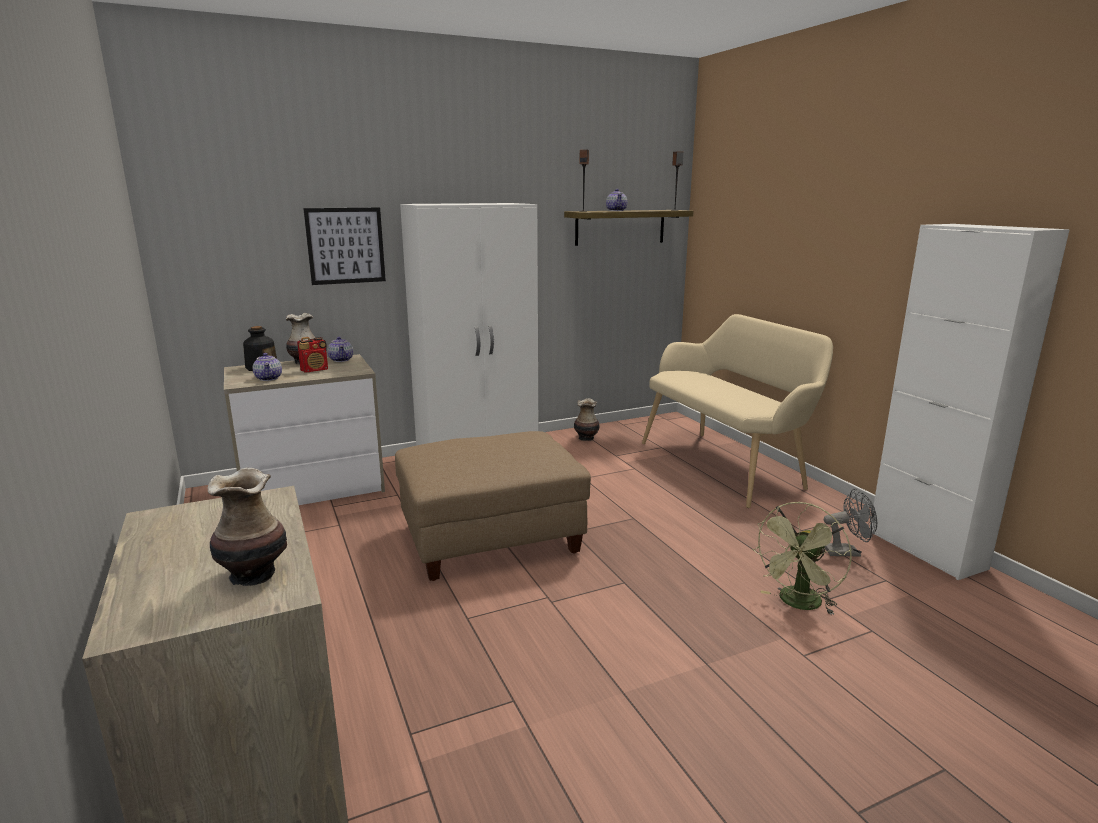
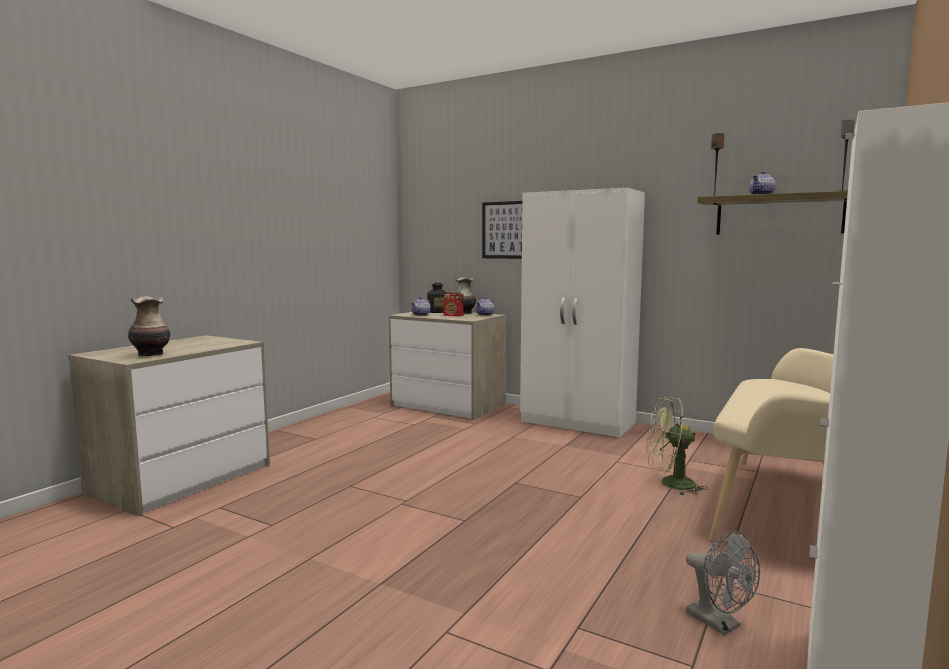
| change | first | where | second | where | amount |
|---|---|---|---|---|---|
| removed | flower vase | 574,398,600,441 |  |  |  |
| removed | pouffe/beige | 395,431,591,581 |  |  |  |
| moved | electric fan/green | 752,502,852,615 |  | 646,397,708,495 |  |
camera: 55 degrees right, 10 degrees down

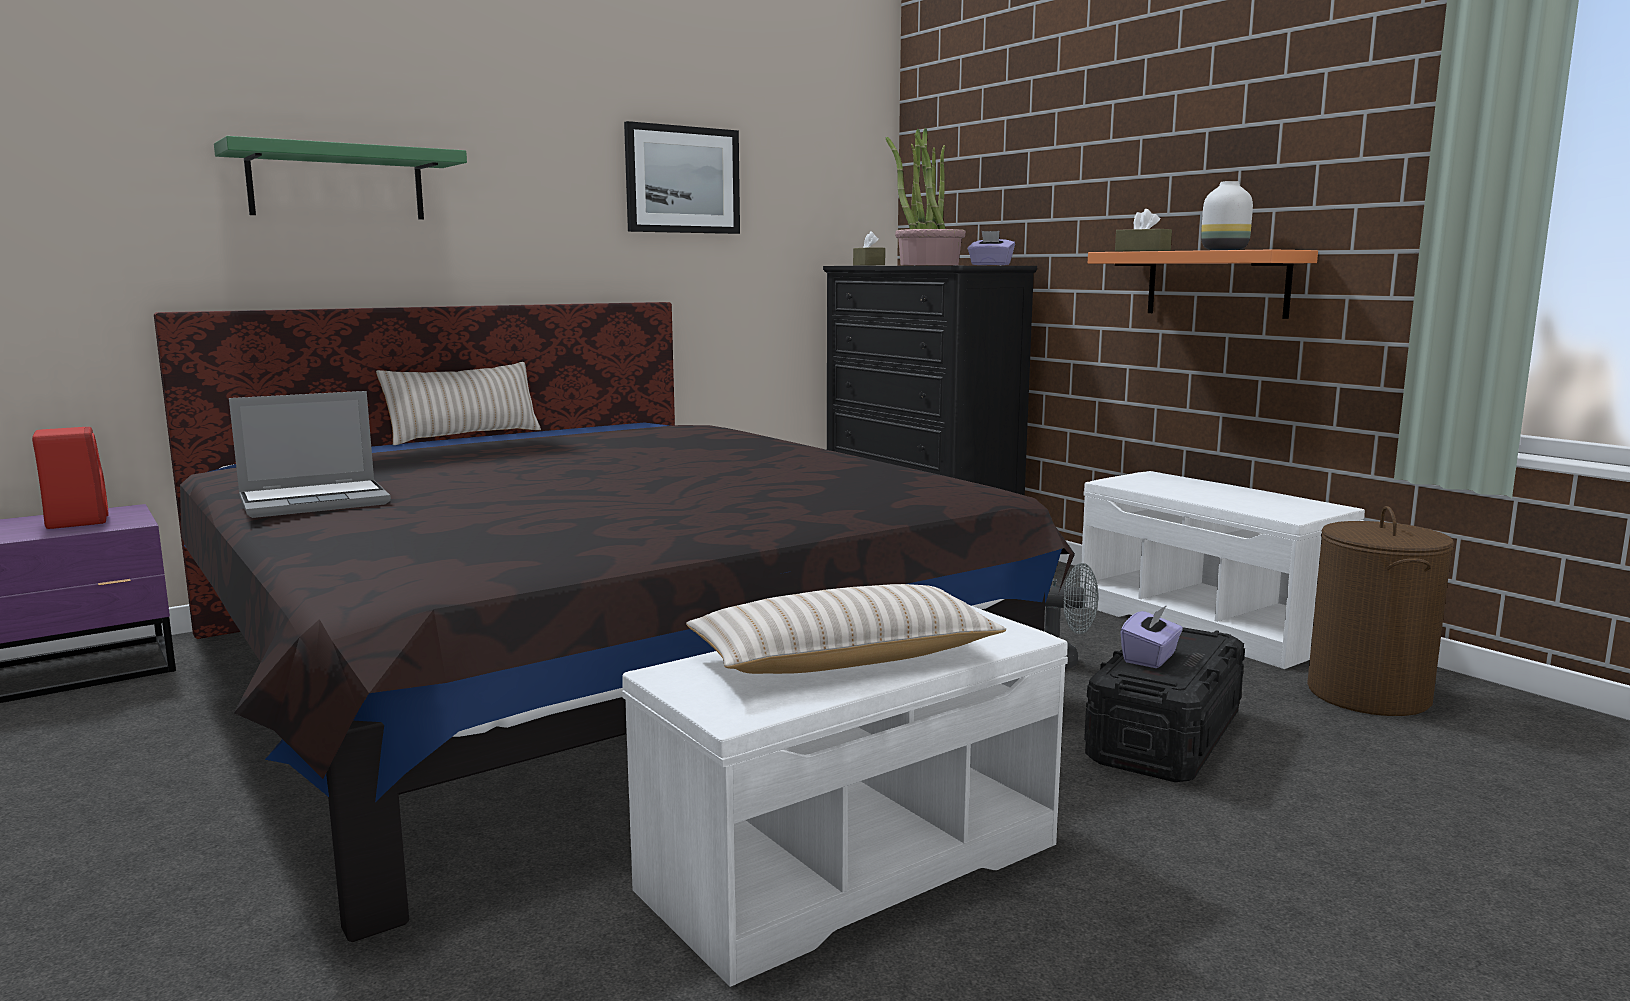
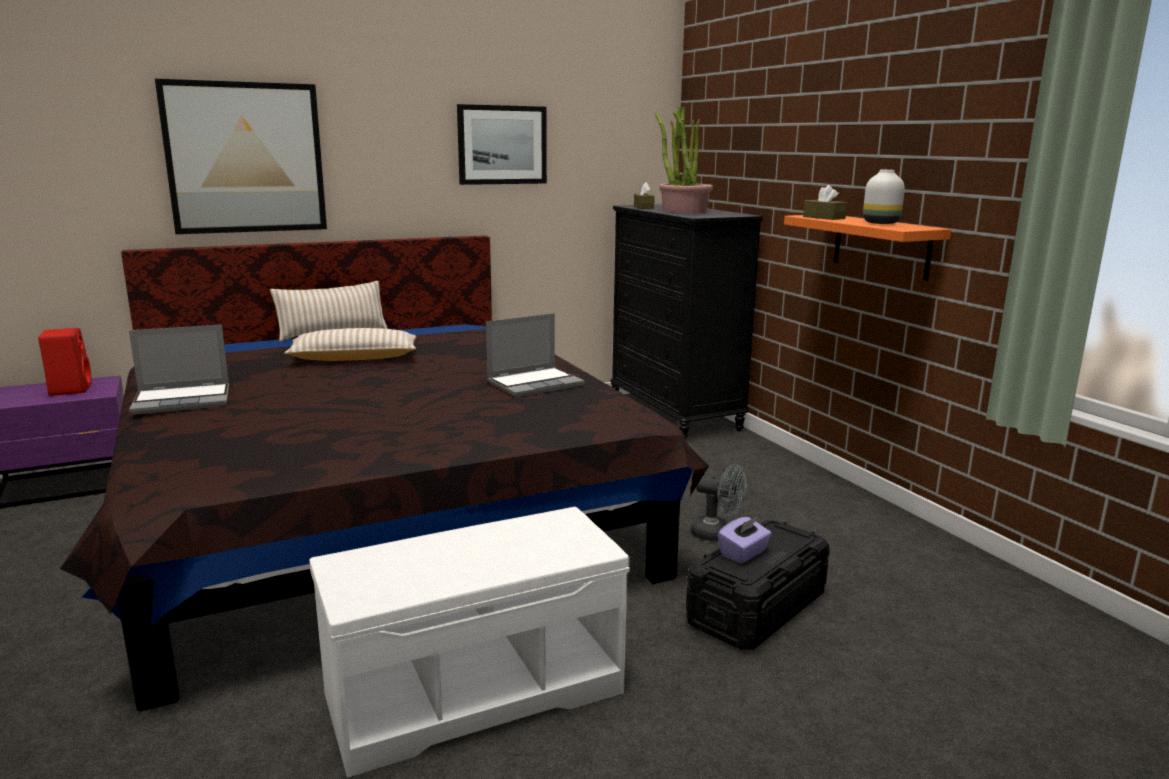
| change | first | where | second | where | amount |
|---|---|---|---|---|---|
| replaced | bracket shelf/green | 214,136,467,219 | wall art | 155,79,327,234 |  |
| removed | box of tissues/purplish | 968,231,1015,265 |  |  |  |
| removed | bench/white-coloured | 1080,471,1365,669 |  |  |  |
| removed | laundry basket/brownish | 1307,506,1454,716 |  |  |  |
| moved | cushion/beige | 686,584,1006,674 |  | 284,328,416,361 |  |
| added |  |  | notebook computer | 486,313,585,397 |  |
camera: 10 degrees right, 5 degrees up

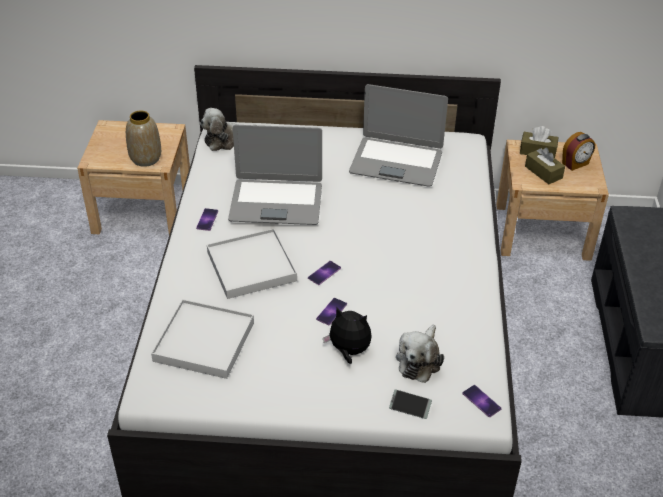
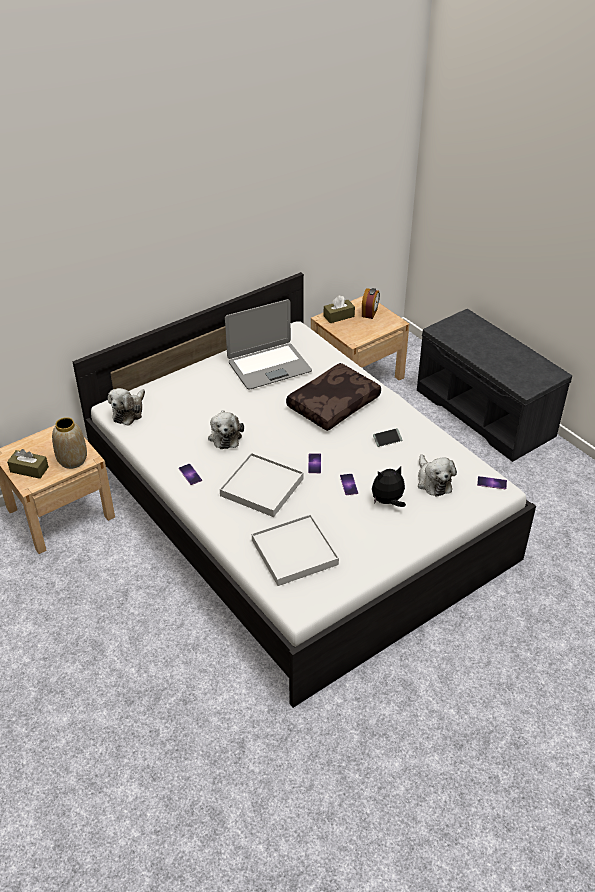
| change | first | where | second | where | amount |
|---|---|---|---|---|---|
| replaced | notebook computer | 228,125,322,225 | plush toy | 208,410,244,449 |  |
| moved | box of tissues/brownish | 525,148,565,184 |  | 7,449,49,479 |  |
| moved | phone | 389,390,432,419 |  | 373,428,402,447 |  |
| added |  |  | cushion/brownish | 286,363,381,431 |  |
camera: 40 degrees left, 0 degrees up

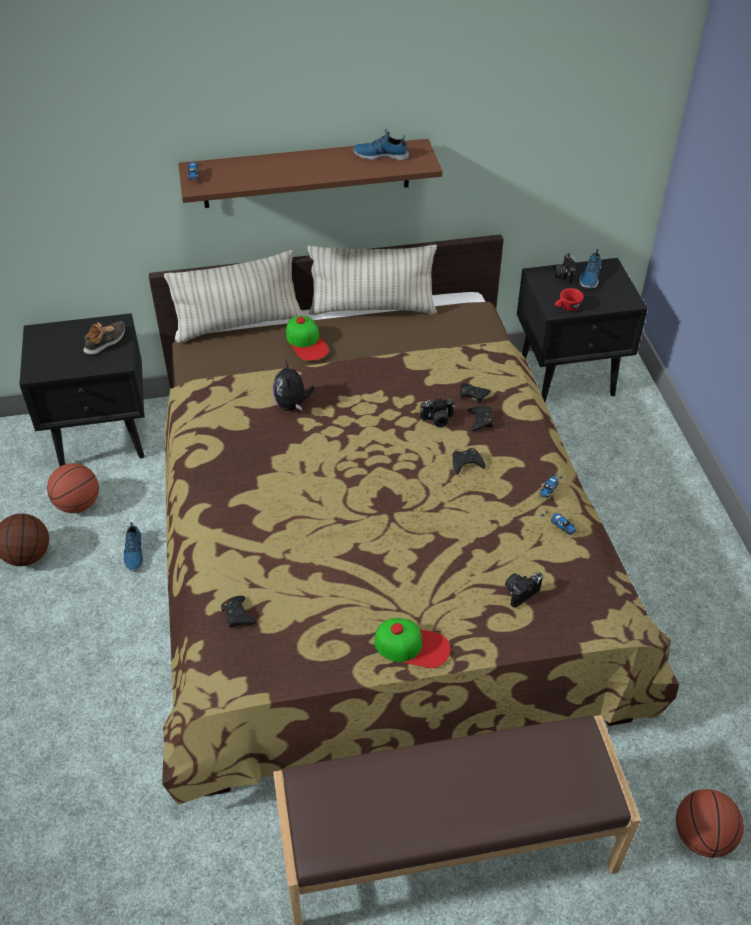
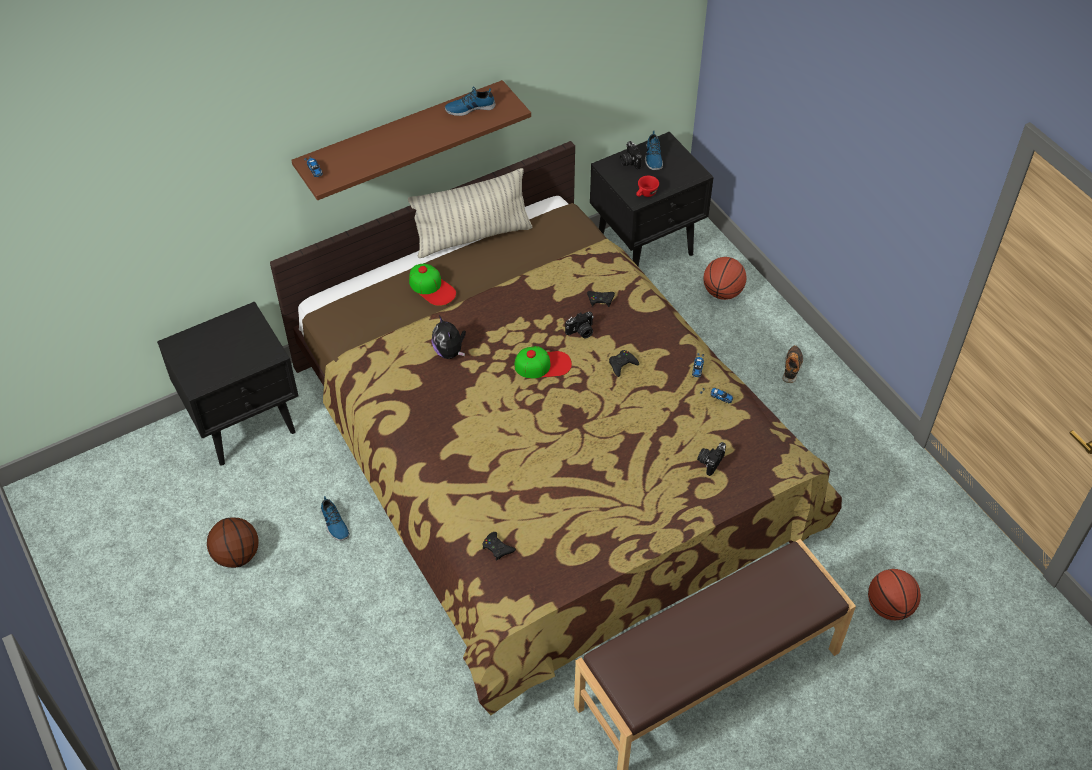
| change | first | where | second | where | amount |
|---|---|---|---|---|---|
| removed | cushion | 164,250,304,343 |  |  |  |
| moved | low shoe | 83,321,125,355 |  | 783,345,803,383 |  |
| removed | gamepad/black | 468,406,494,431 |  |  |  |
| moved | ball for basketball | 47,463,99,513 |  | 704,257,747,300 |  |
| moved | cap | 375,618,450,668 |  | 514,346,572,379 |  |
camera: 20 degrees left, 5 degrees up

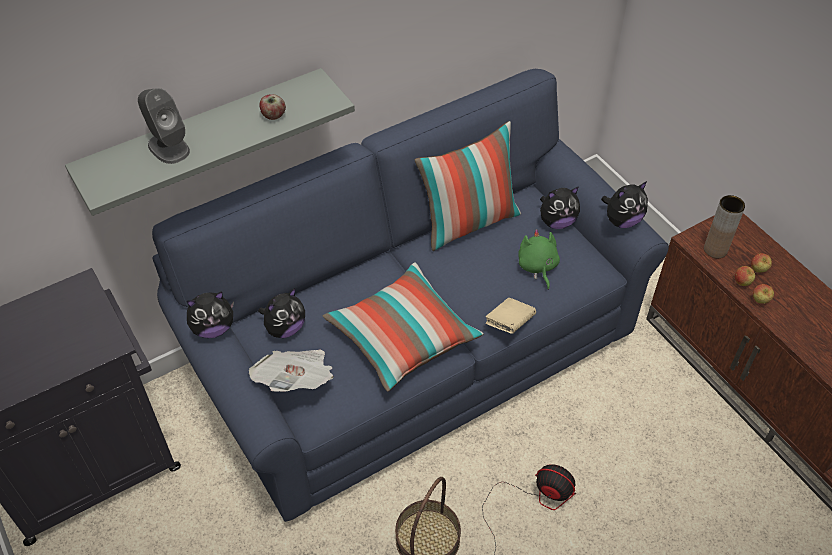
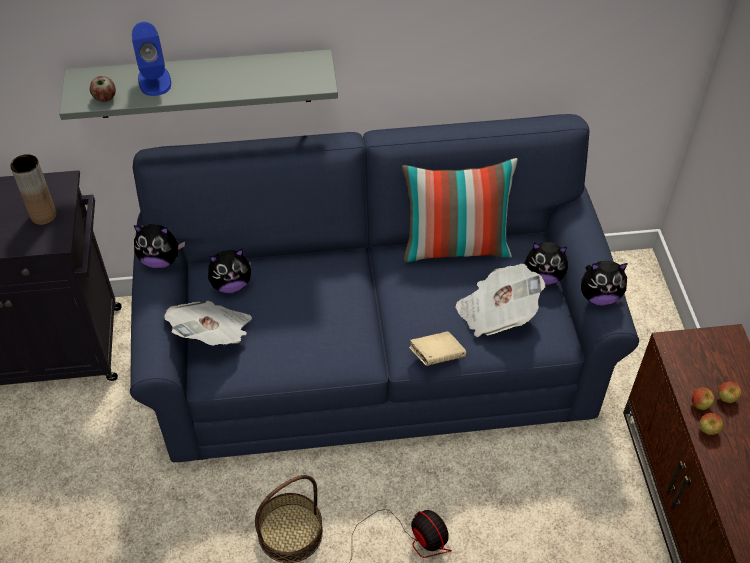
| change | first | where | second | where | amount |
|---|---|---|---|---|---|
| recoloured | audio speaker/grey | 138,88,190,164 | audio speaker/blue | 132,22,171,96 |  |
| moved | whole apple | 259,94,286,120 |  | 90,76,116,102 |  |
| moved | flower vase/brownish | 704,195,745,258 |  | 10,154,57,225 |  |
| replaced | plush toy/green | 518,229,560,290 | newspaper | 455,264,545,337 |  |
| removed | cushion | 323,262,484,392 |  |  |  |
camera: 25 degrees right, 0 degrees up

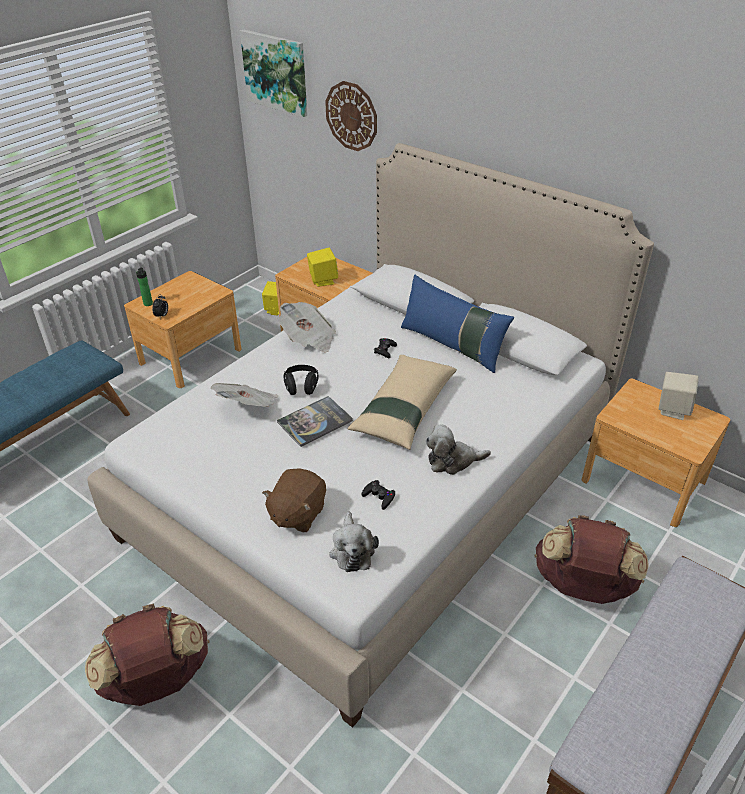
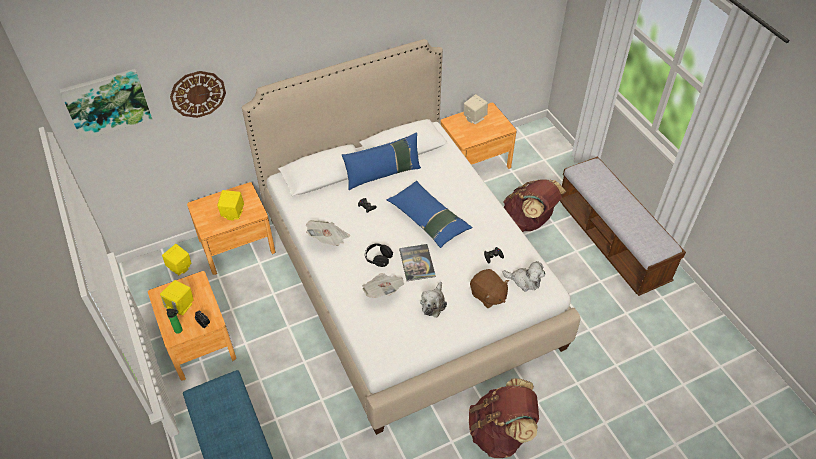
| change | first | where | second | where | amount |
|---|---|---|---|---|---|
| recoloured | cushion/beige | 347,355,457,450 | cushion/blue | 387,181,473,248 |  |
| moved | plush toy | 426,425,491,475 |  | 420,282,447,317 |  |
| added |  |  | audio speaker/yellow | 160,280,194,315 |  |
camera: 65 degrees left, 10 degrees up

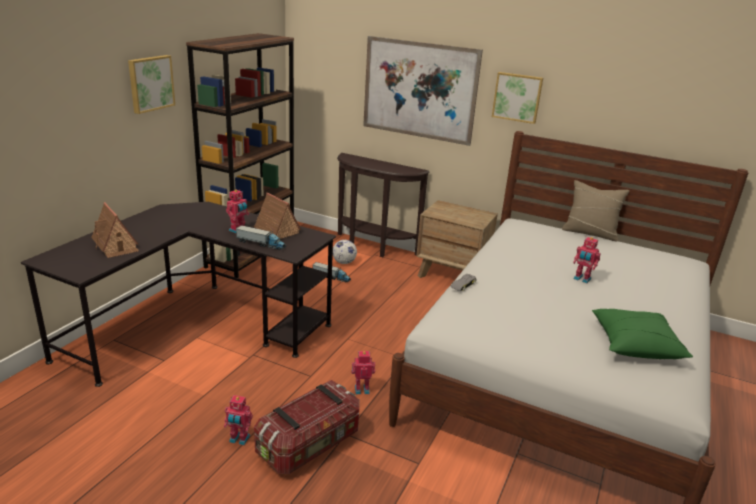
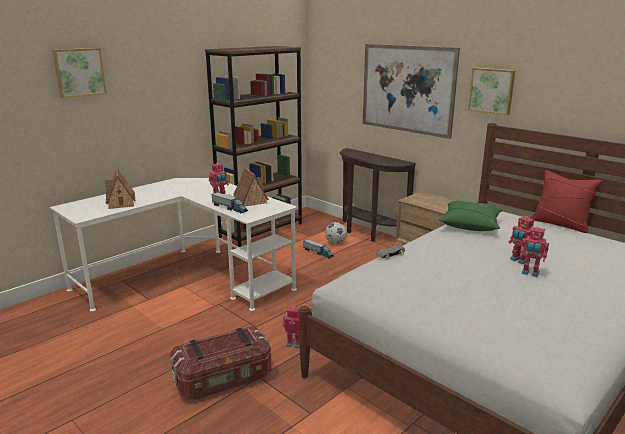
| change | first | where | second | where | amount |
|---|---|---|---|---|---|
| moved | wall art | 128,55,175,114 |  | 52,48,107,98 |  |
| recoloured | cushion/beige | 562,180,630,241 | cushion/red | 531,170,602,233 |  |
| recoloured | desk table/black | 21,202,336,387 | desk table/white-coloured | 49,178,298,312 |  |
| moved | cushion/green | 592,309,693,359 |  | 439,201,502,231 |  |
| moved | toy robot | 224,395,253,445 |  | 520,226,549,277 |  |
camera: 20 degrees right, 5 degrees down

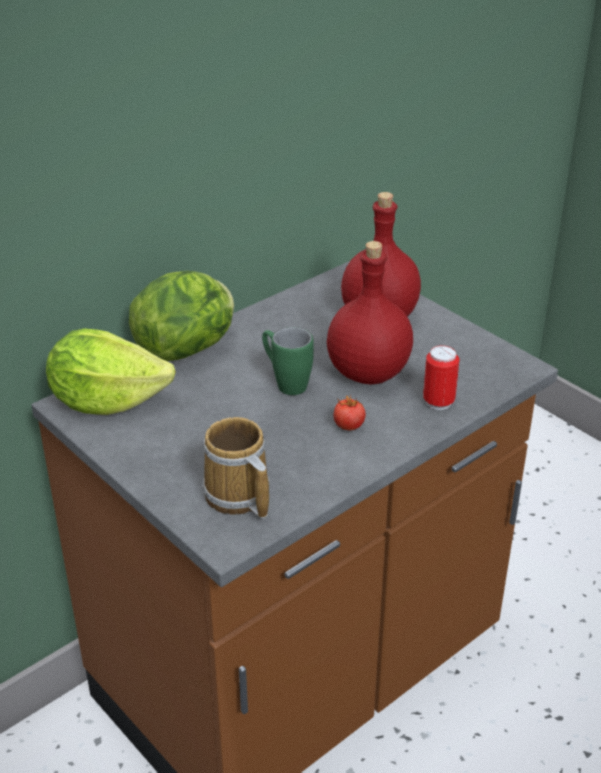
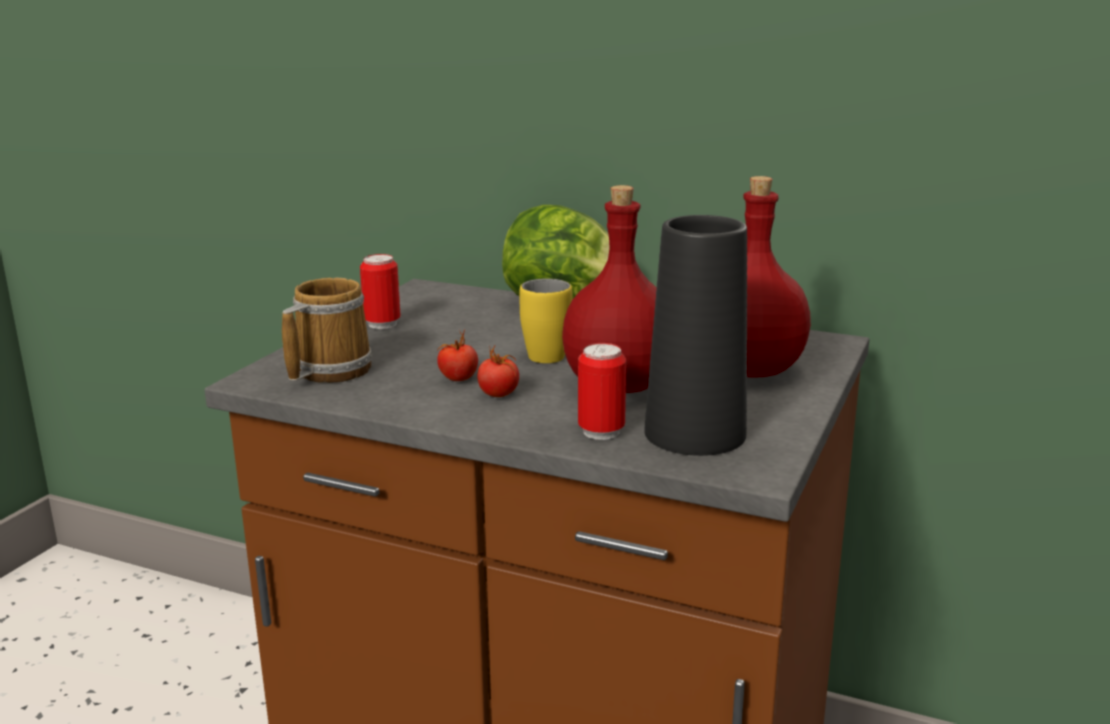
| change | first | where | second | where | amount |
|---|---|---|---|---|---|
| recoloured | tea mug/green | 262,327,314,395 | tea mug/yellow | 519,278,572,363 |  |
| removed | head of lettuce | 46,328,176,415 |  |  |  |
| added |  |  | flower vase/black | 645,215,747,456 |  |
| added |  |  | can | 360,254,401,329 |  |
| added |  |  | fresh tomato | 437,329,478,381 |  |
camera: 65 degrees right, 15 degrees down

